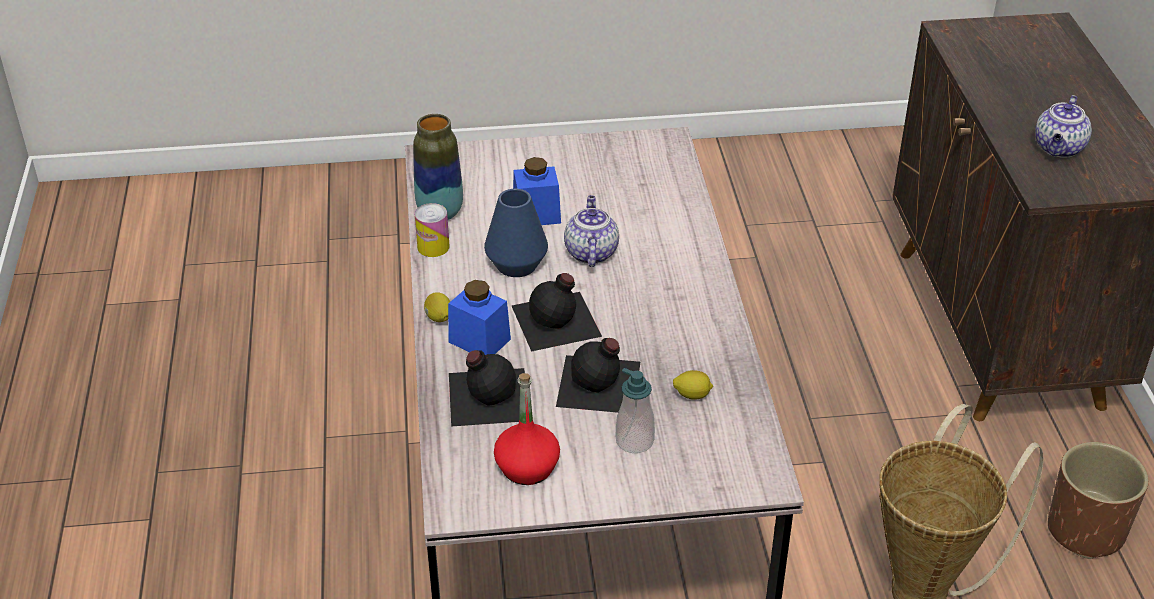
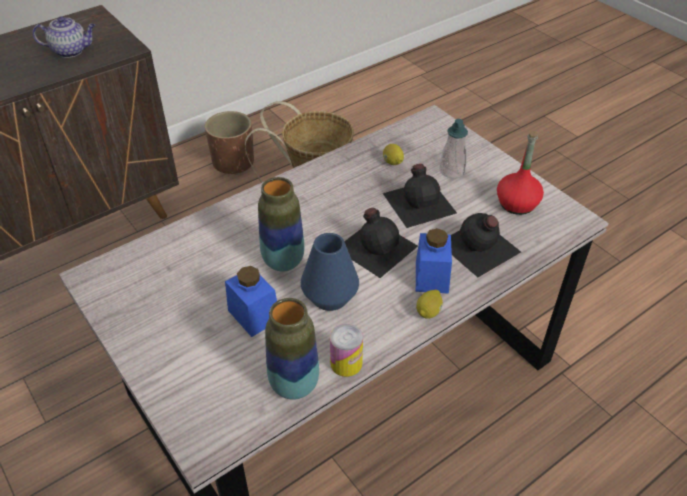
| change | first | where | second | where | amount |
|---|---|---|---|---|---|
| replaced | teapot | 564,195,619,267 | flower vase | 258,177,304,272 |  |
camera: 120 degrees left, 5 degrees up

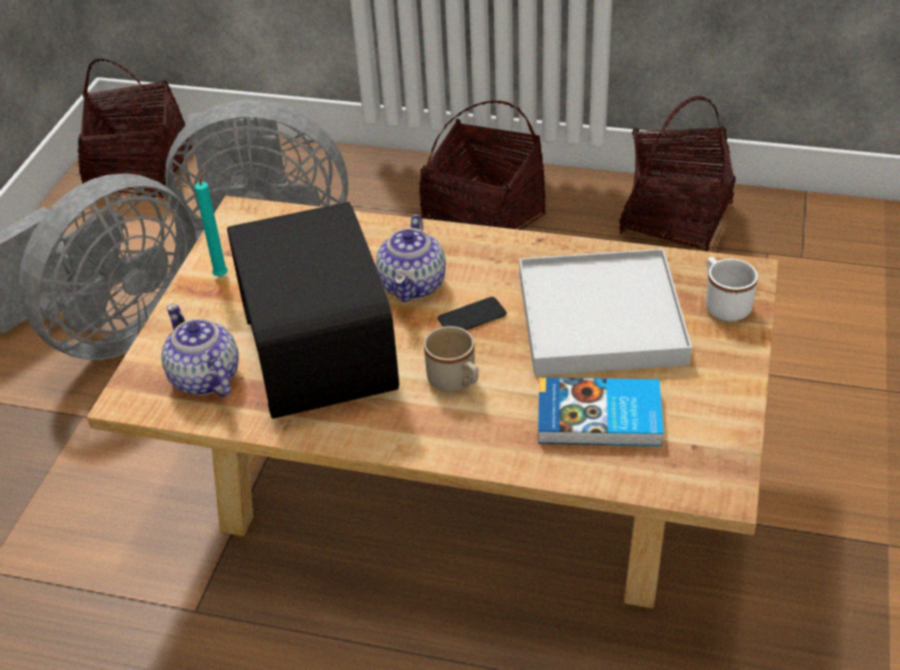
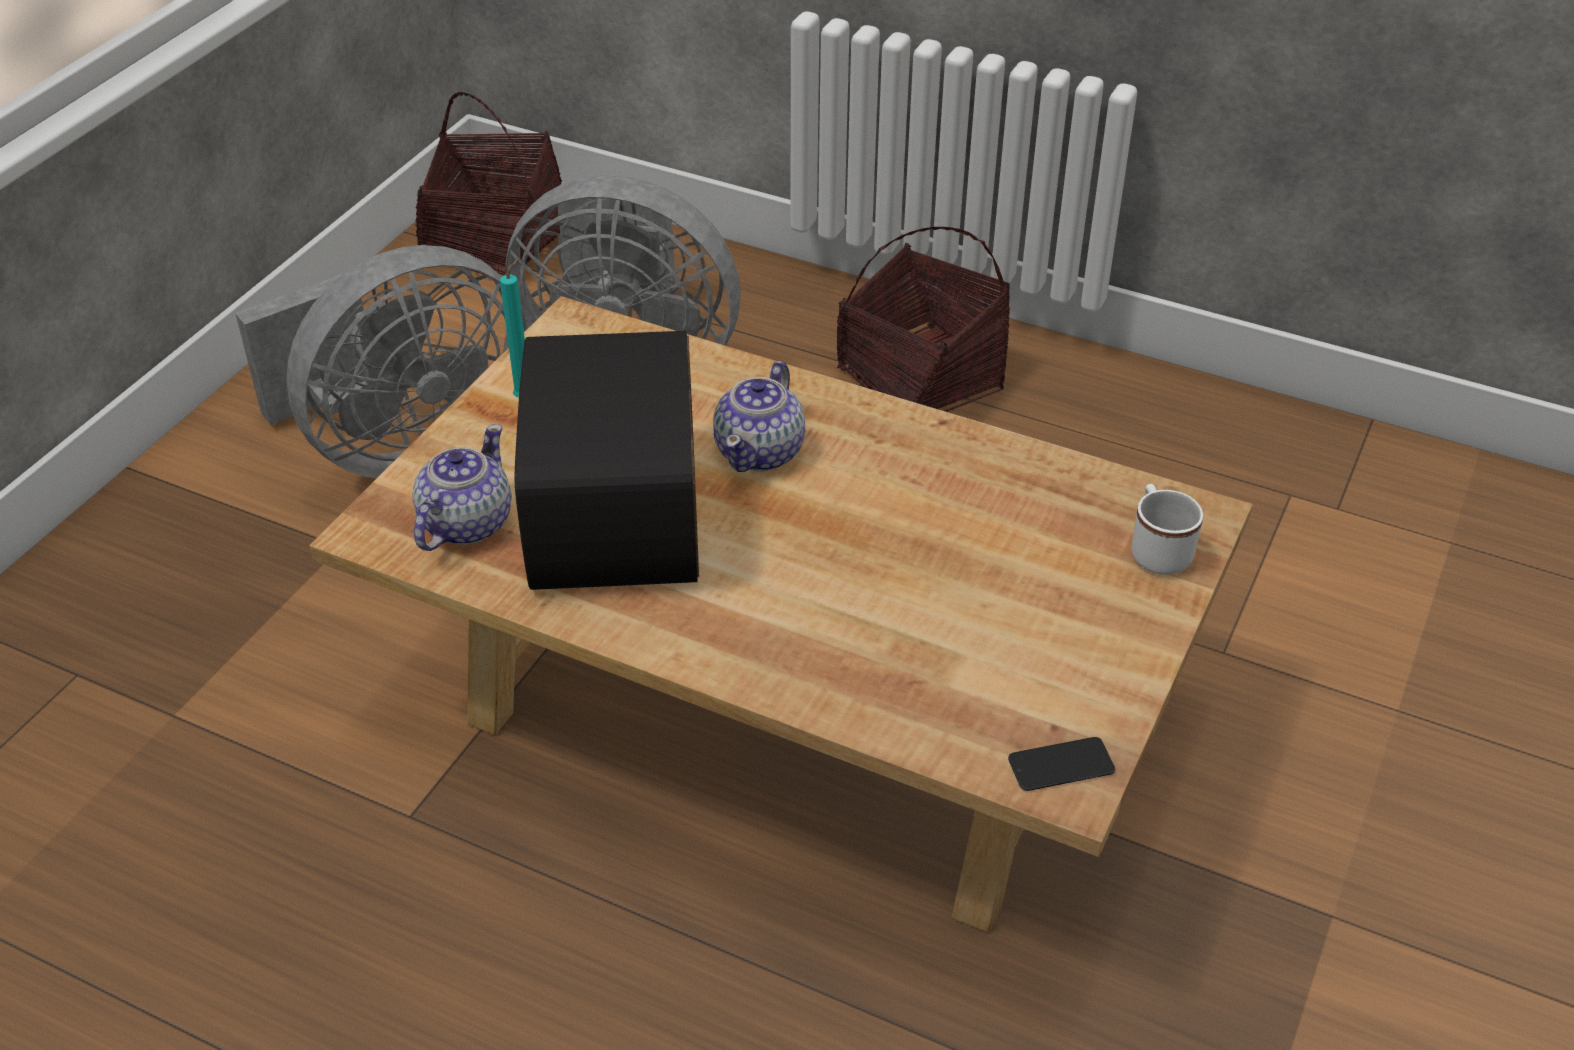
| change | first | where | second | where | amount |
|---|---|---|---|---|---|
| removed | basket | 619,96,736,252 |  |  |  |
| removed | carrying tray/white-coloured | 519,249,692,376 |  |  |  |
| moved | phone | 438,297,507,330 |  | 1008,737,1115,791 |  |
| turned | teapot | 161,304,239,397 |  | 412,424,511,551 | 45 degrees clockwise |
| removed | tea mug/beige | 424,326,479,392 |  |  |  |
| removed | bound book | 538,377,664,446 |  |  |  |
camera: 10 degrees right, 0 degrees up

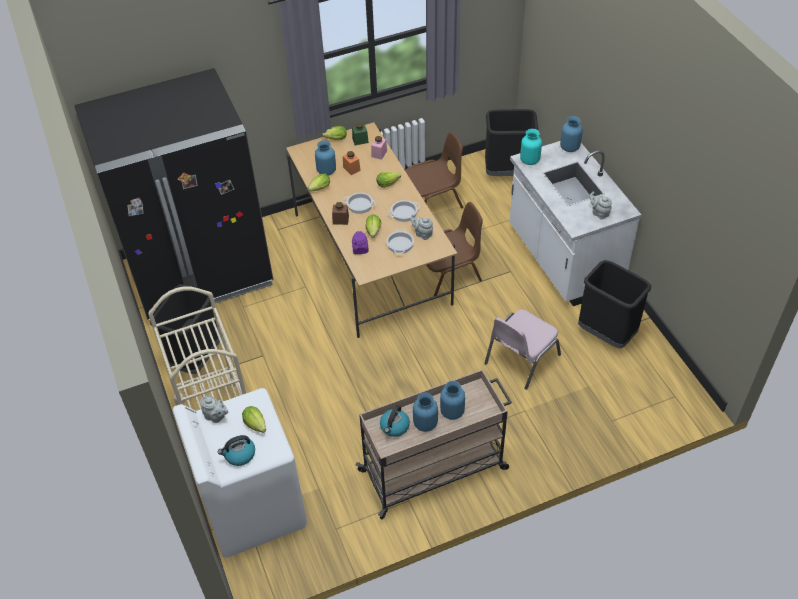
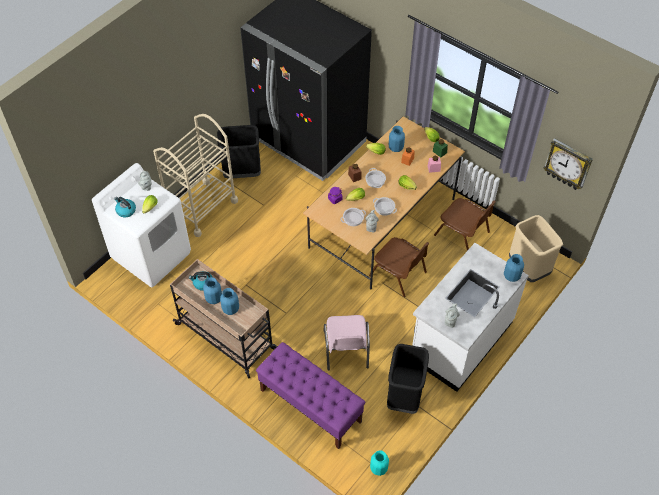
| change | first | where | second | where | amount |
|---|---|---|---|---|---|
| recoloured | rubbish bin/black | 485,109,538,176 | rubbish bin/beige | 509,215,563,282 |  |
| moved | flower vase/blue-green | 520,129,542,165 |  | 370,450,389,476 |  |
| turned | chair/pink | 485,309,561,390 |  | 324,315,370,370 | 105 degrees counterclockwise |
| added |  |  | hanging clock | 543,138,593,190 |  |
| added |  |  | bench/purplish | 256,342,366,449 |  |
camera: 60 degrees right, 5 degrees up

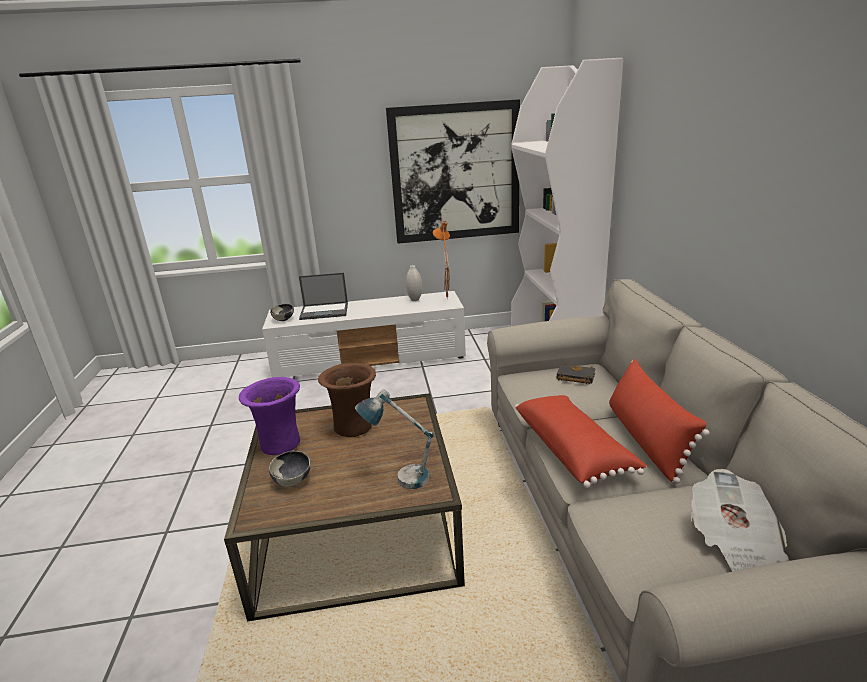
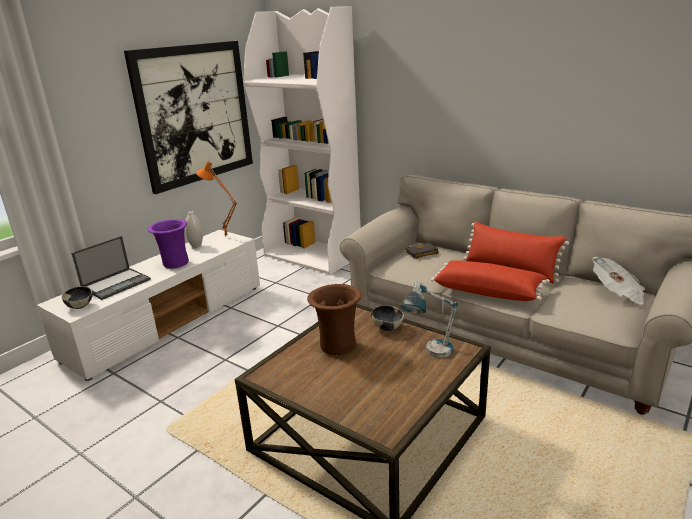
| change | first | where | second | where | amount |
|---|---|---|---|---|---|
| moved | flower vase/purplish | 239,377,300,455 |  | 148,219,189,268 |  |
| moved | serving bowl | 269,451,311,487 |  | 371,305,404,331 |  |
camera: 45 degrees left, 0 degrees up

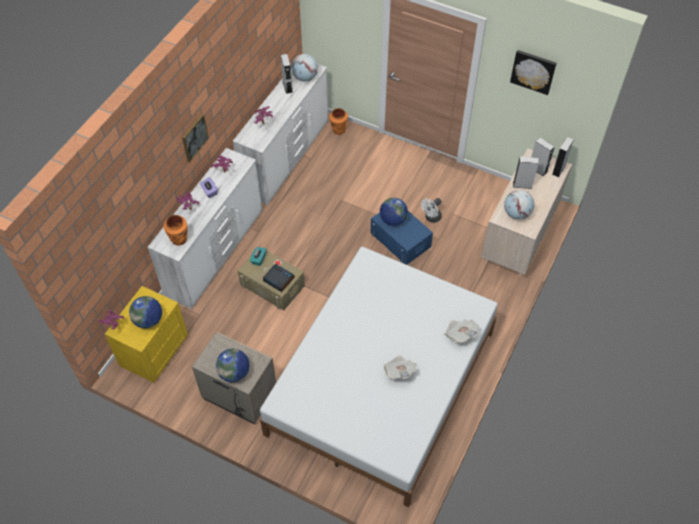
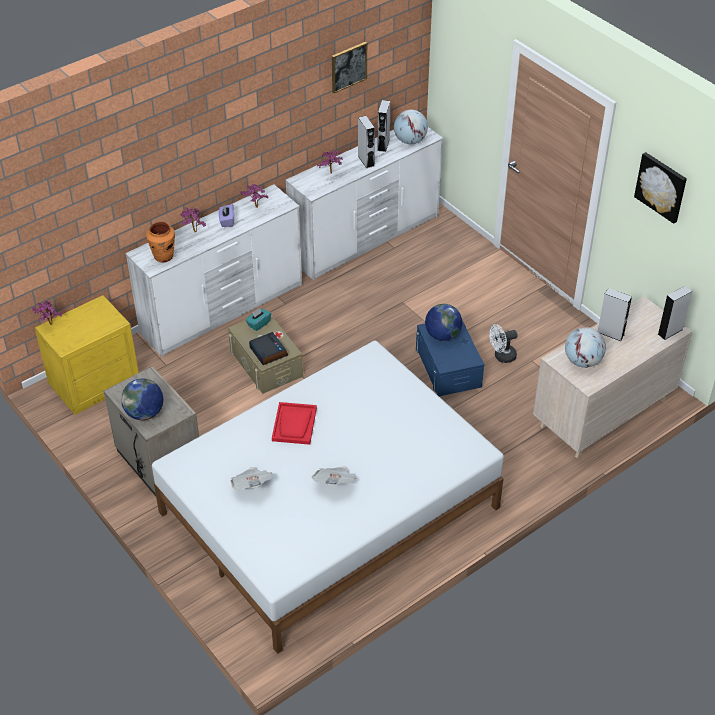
| change | first | where | second | where | amount |
|---|---|---|---|---|---|
| removed | flower vase/orange | 329,108,348,135 |  |  |  |
| moved | wall art | 182,114,209,162 |  | 332,42,367,93 |  |
| moved | audio speaker/grey | 531,137,555,177 |  | 358,116,375,168 |  |
| removed | globe | 129,296,162,328 |  |  |  |
| moved | newspaper | 444,320,479,343 |  | 230,467,272,490 |  |
| added |  |  | carrying tray/red | 272,402,317,445 |  |
camera: 25 degrees right, 10 degrees down

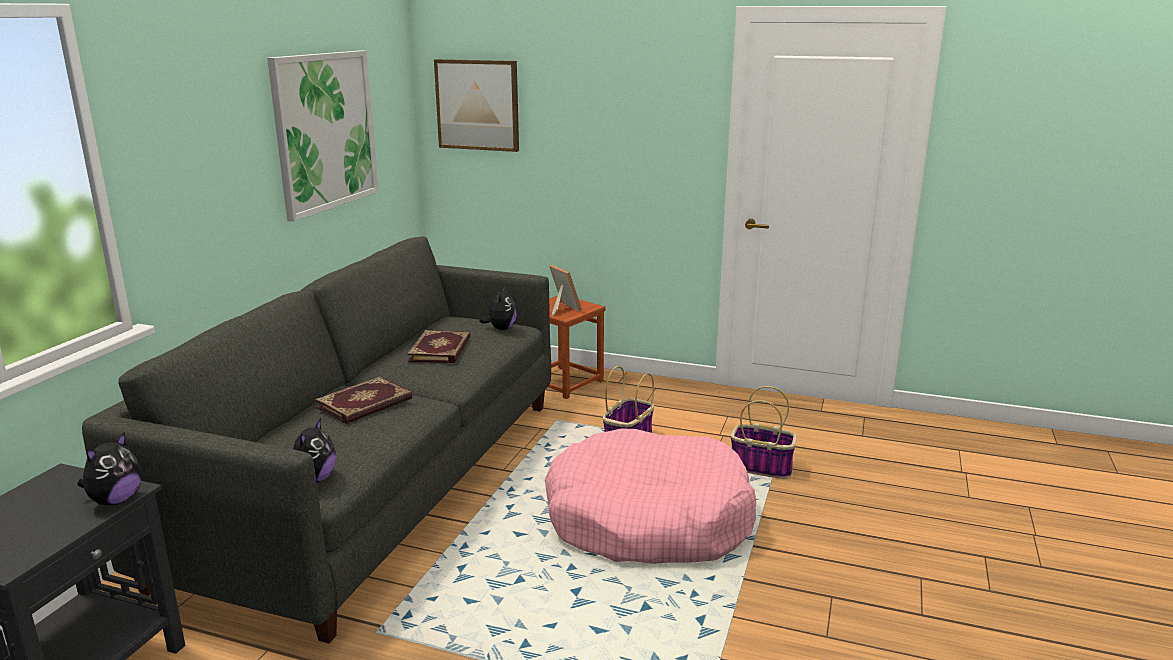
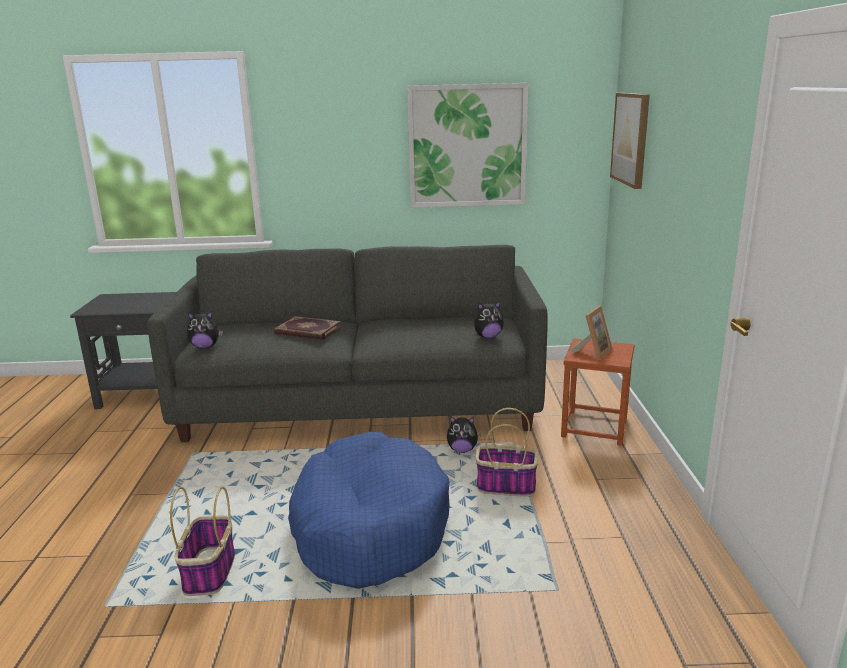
| change | first | where | second | where | amount |
|---|---|---|---|---|---|
| removed | bound book | 407,330,471,363 |  |  |  |
| moved | basket | 731,386,797,479 |  | 170,487,235,596 |  |
| recoloured | dog cushion/pink | 545,428,756,564 | dog cushion/blue | 288,432,450,589 |  |
| moved | plush toy | 77,433,141,505 |  | 447,416,481,453 |  |
camera: 70 degrees right, 0 degrees up

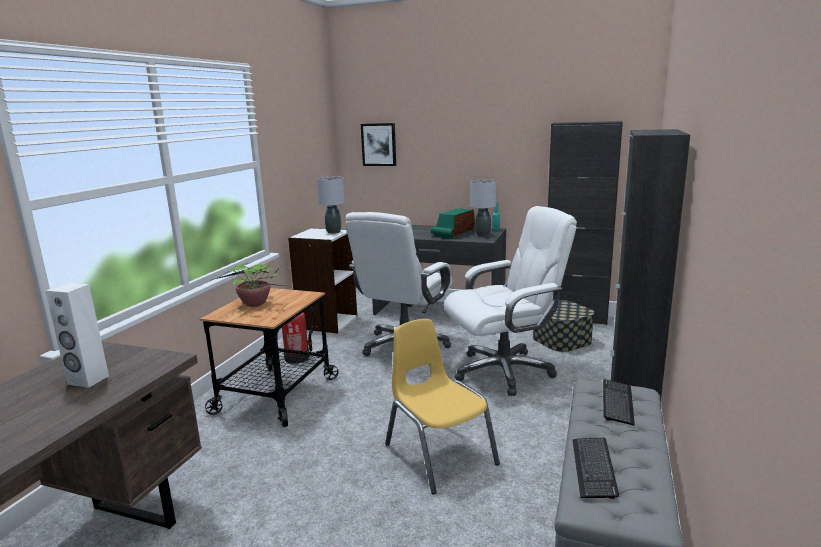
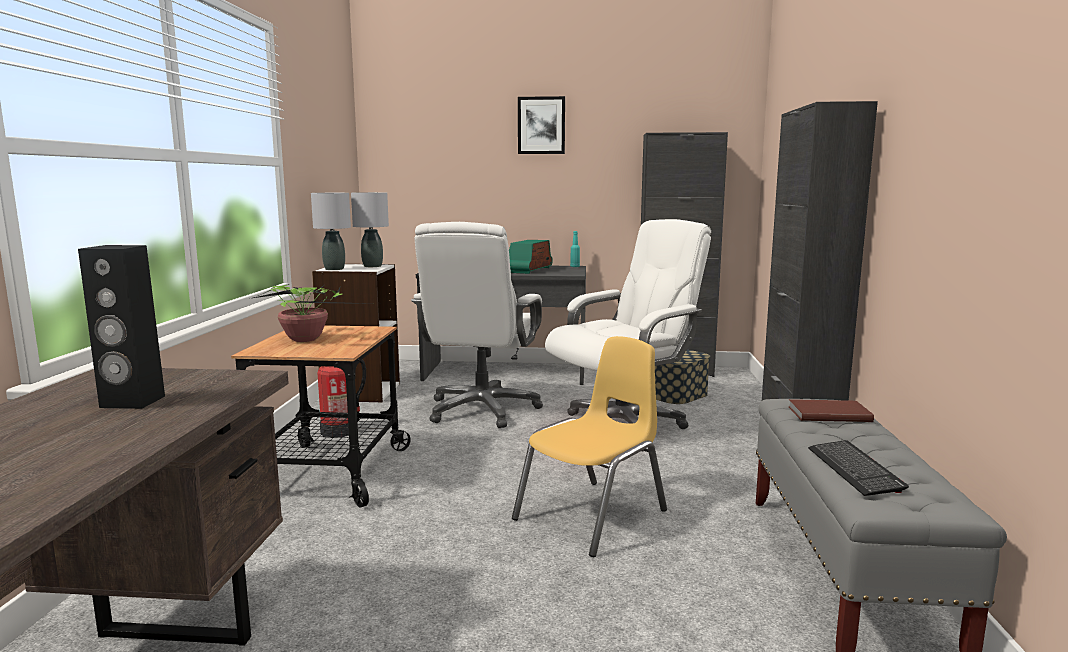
| change | first | where | second | where | amount |
|---|---|---|---|---|---|
| moved | wall art | 361,123,396,166 |  | 518,96,565,154 |  |
| moved | tabletop lamp/grey | 470,180,497,236 |  | 311,193,351,270 |  |
| recoloured | audio speaker/white-coloured | 45,283,109,388 | audio speaker/black | 78,245,165,409 |  |
| turned | chair/yellow | 385,319,500,495 |  | 512,336,667,557 | 90 degrees clockwise |
| replaced | keyboard | 603,379,635,426 | bound book/brownish | 788,399,874,422 |  |
camera: 15 degrees left, 5 degrees down

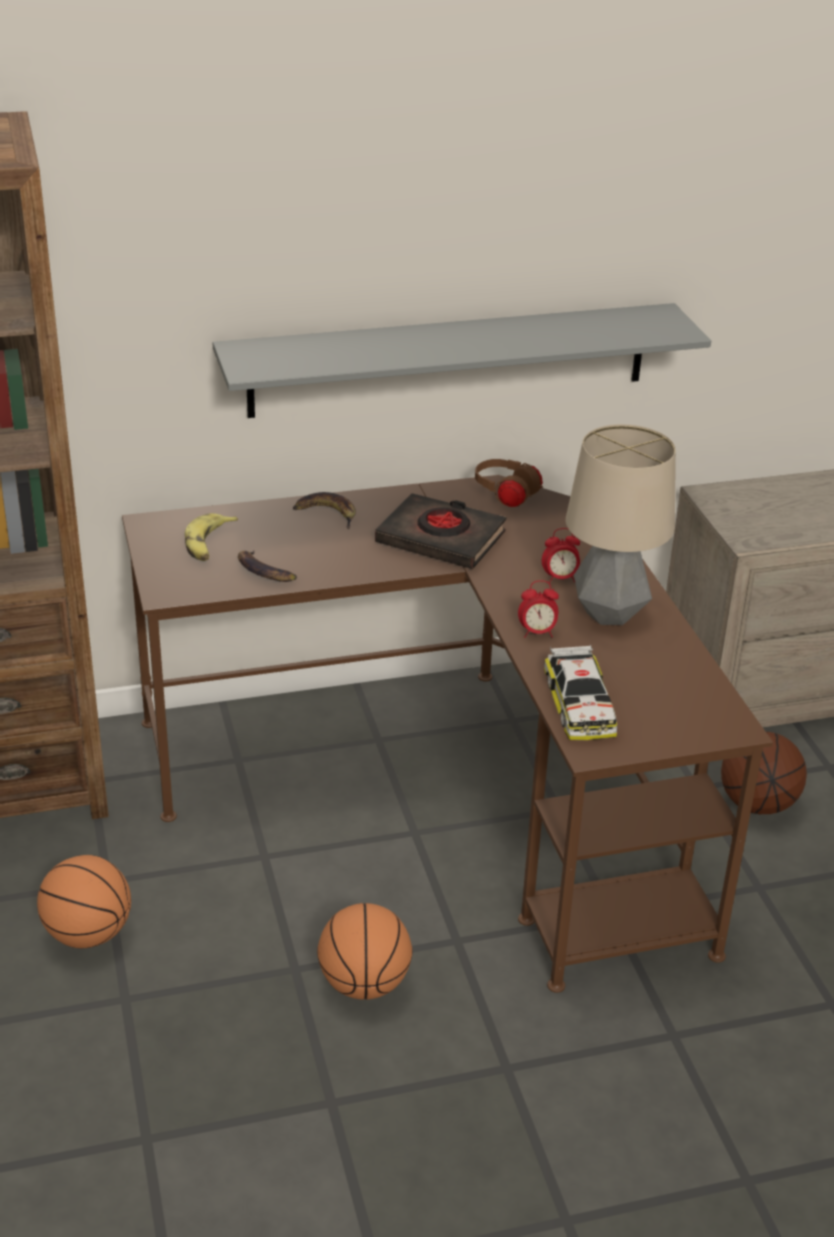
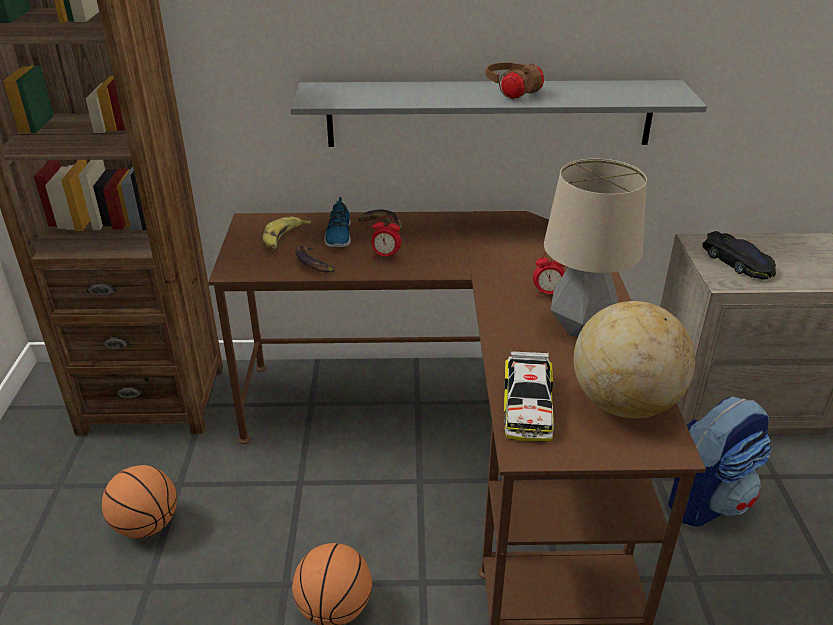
| change | first | where | second | where | amount |
|---|---|---|---|---|---|
| moved | headset/brownish | 475,459,543,507 |  | 486,62,544,99 |  |
| removed | bound book/black | 375,493,506,569 |  |  |  |
| moved | alarm clock | 518,580,559,638 |  | 371,216,401,260 |  |
| replaced | ball for basketball | 721,732,807,814 | knapsack | 668,396,771,527 |  |
| added |  |  | low shoe | 324,197,351,248 |  |
| added |  |  | miniature car/black | 702,231,776,280 |  |
| added |  |  | globe | 574,301,695,418 |  |
camera: 15 degrees right, 0 degrees up

